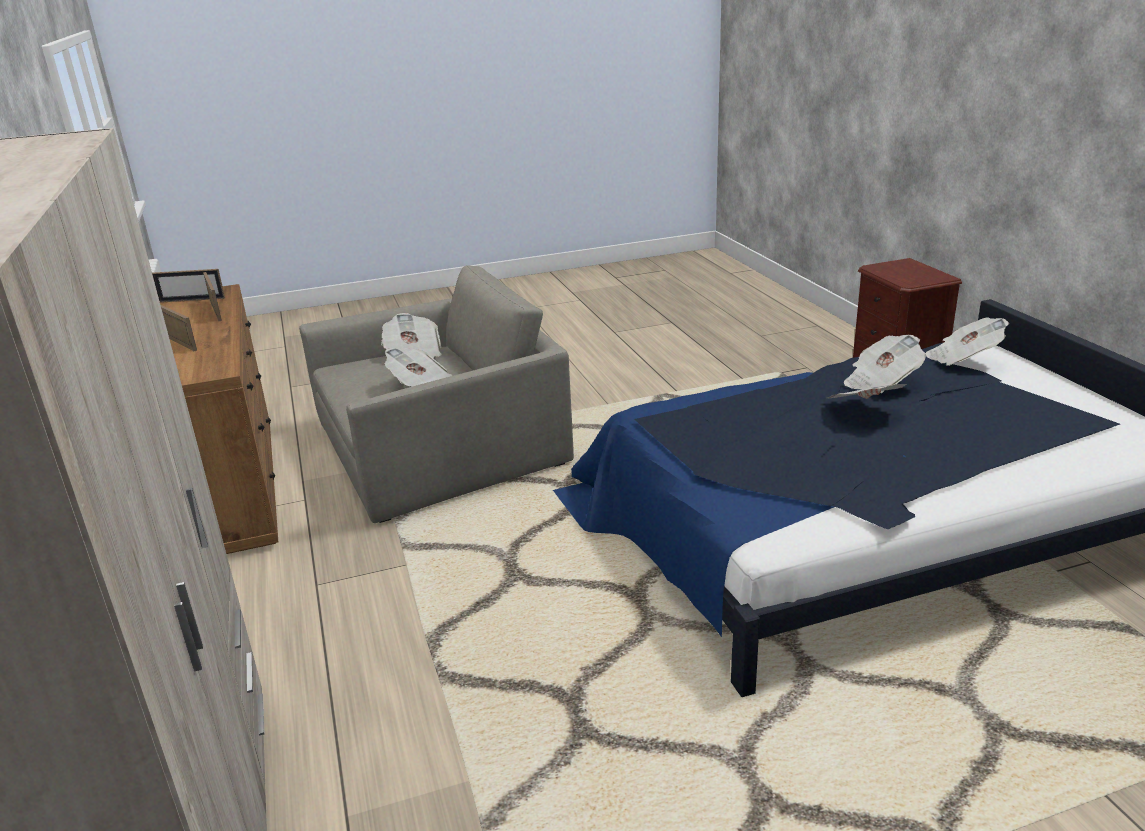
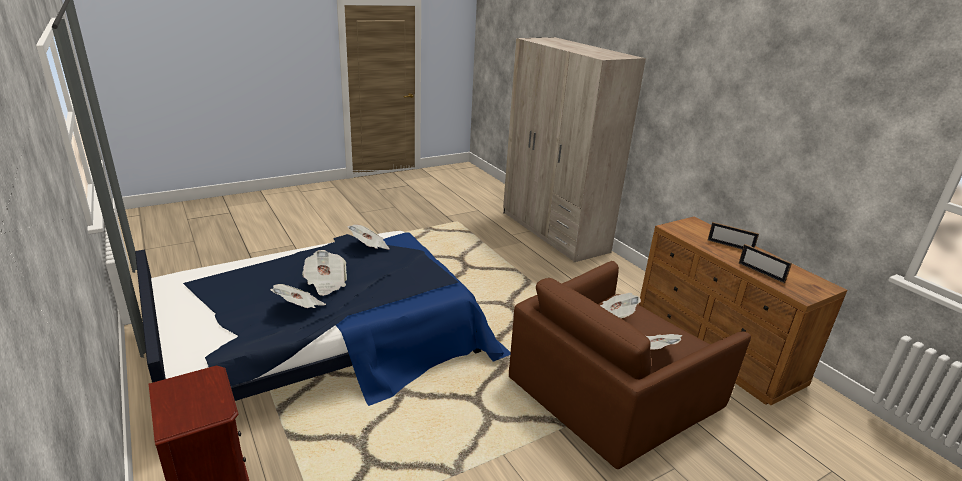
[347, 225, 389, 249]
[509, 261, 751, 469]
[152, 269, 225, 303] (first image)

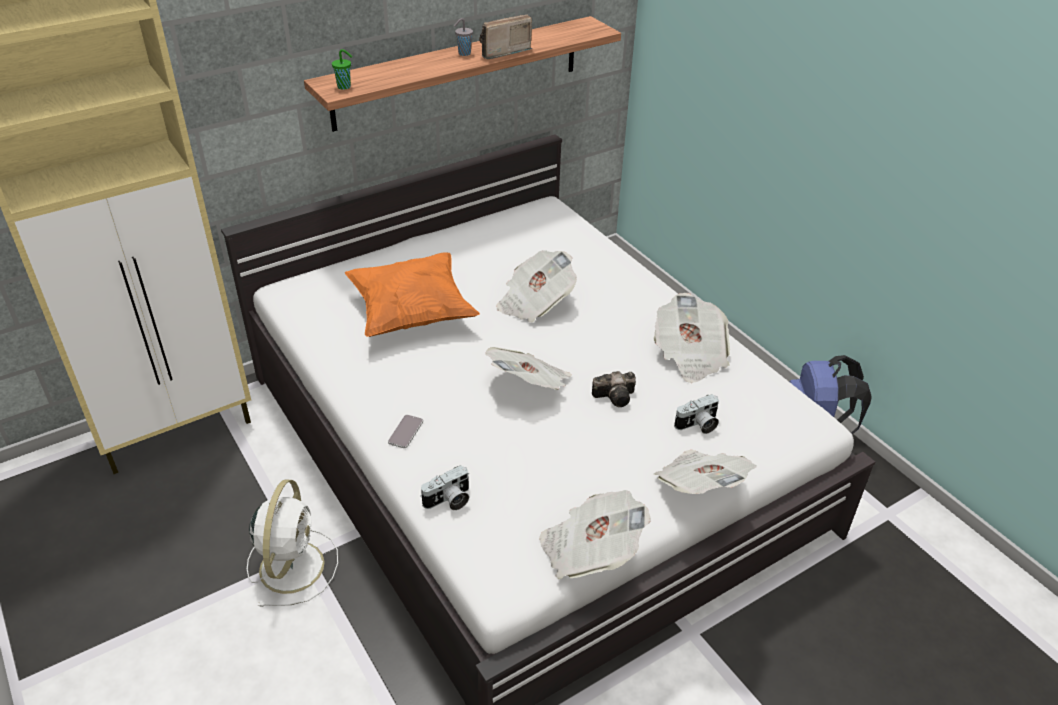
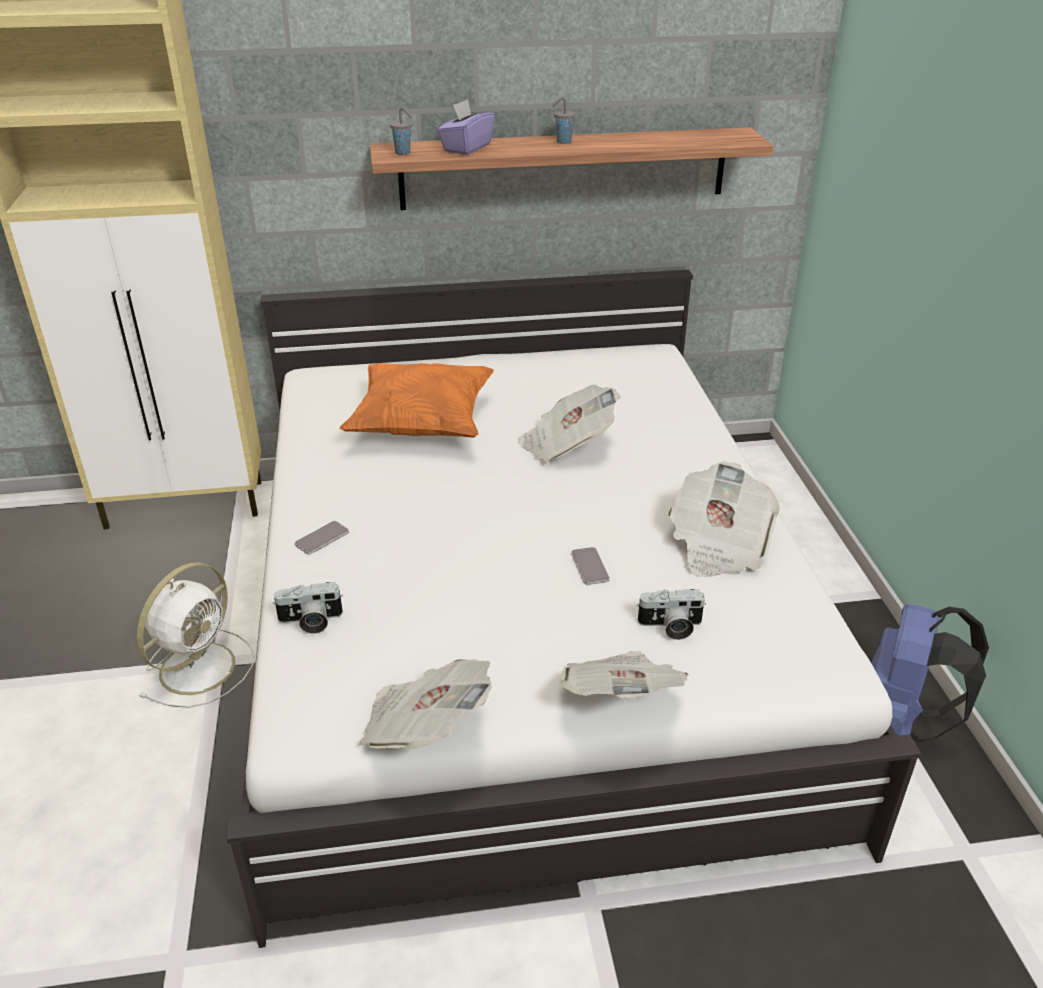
[390, 107, 412, 155]
[437, 99, 495, 155]
[572, 547, 610, 585]
[479, 14, 532, 59] (first image)
[485, 347, 572, 390] (first image)

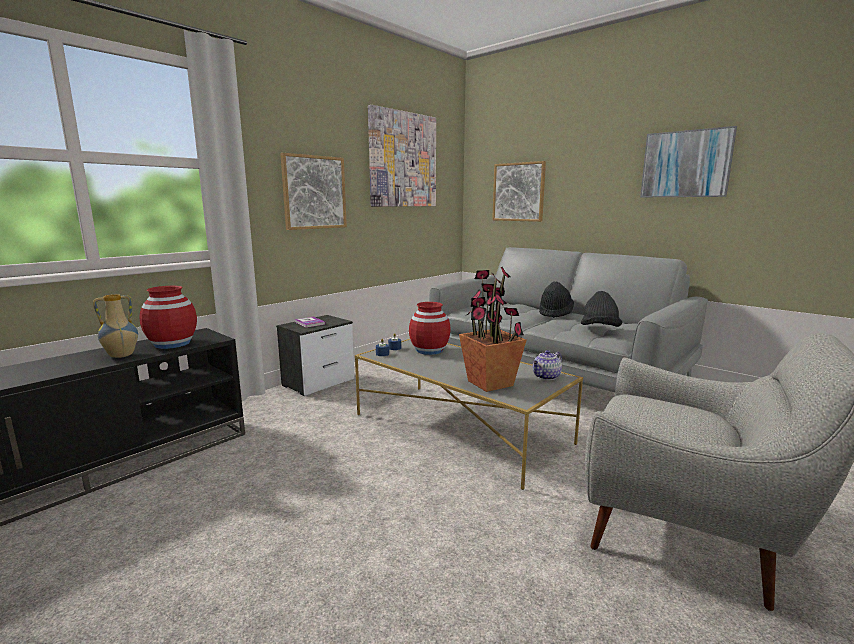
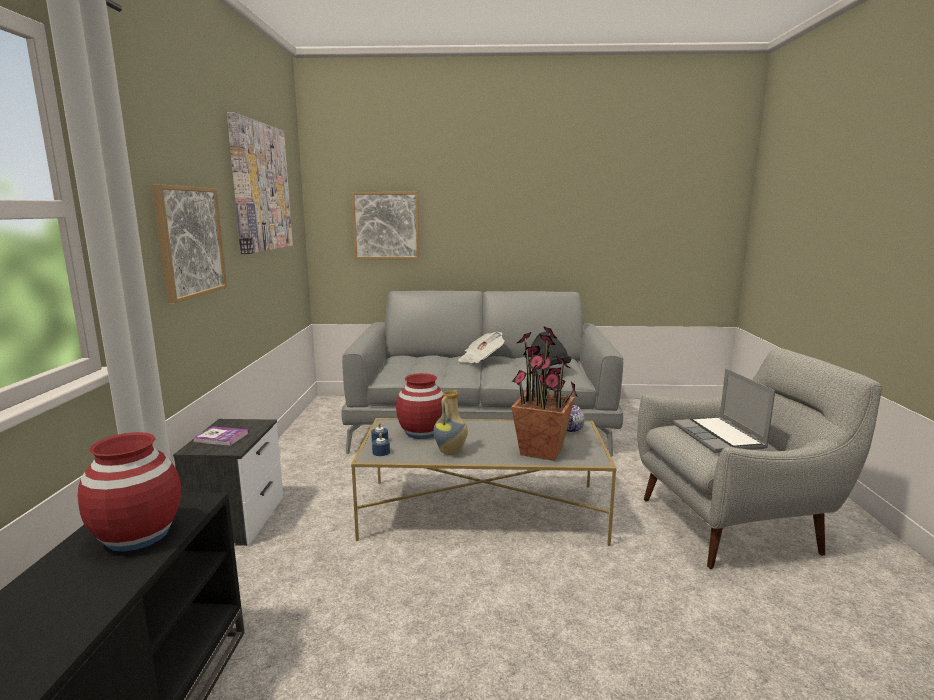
[433, 390, 468, 455]
[458, 332, 504, 363]
[673, 368, 775, 453]
[640, 126, 737, 197] (first image)

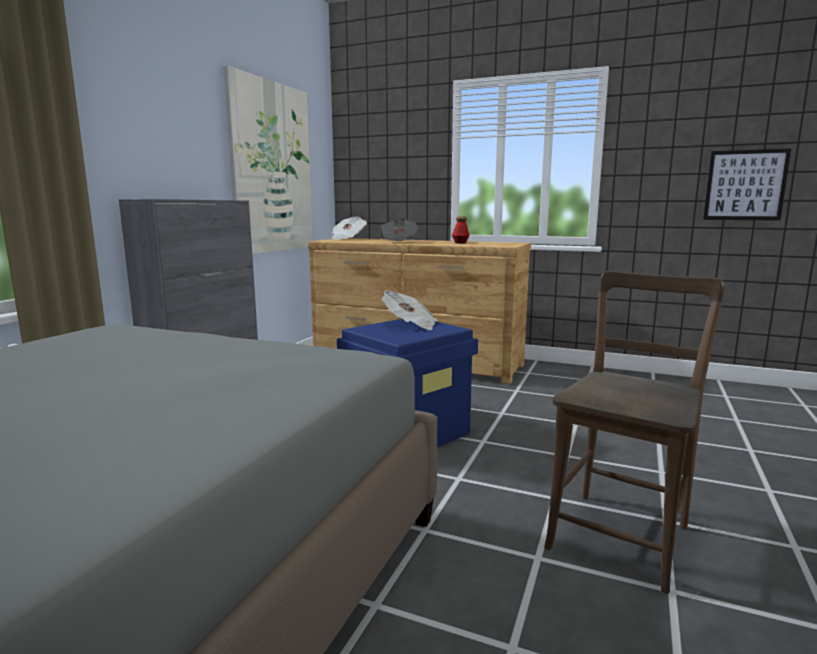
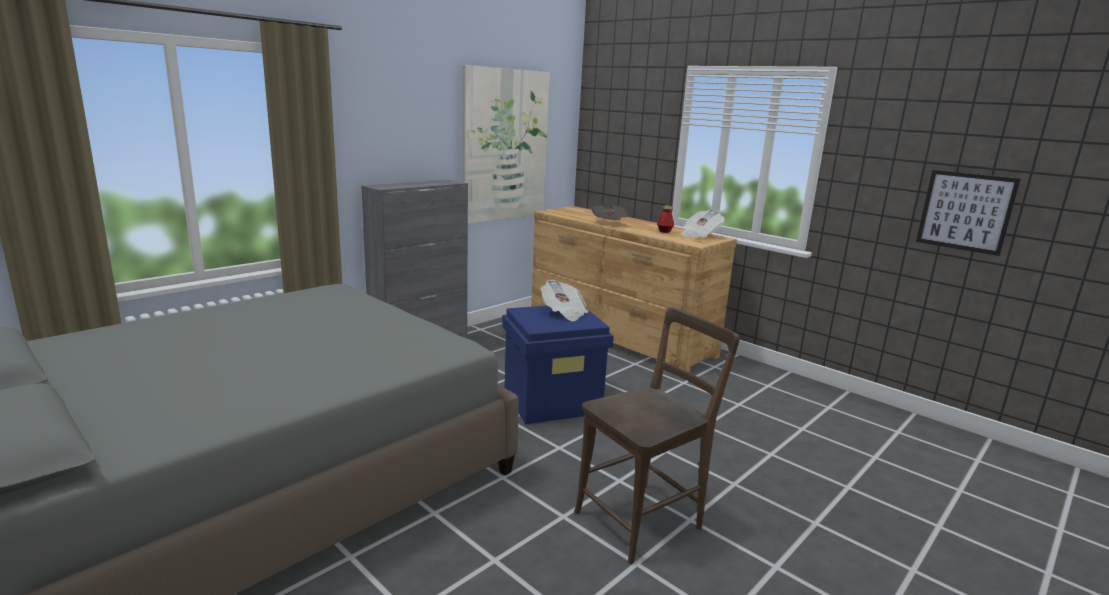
[682, 209, 725, 237]

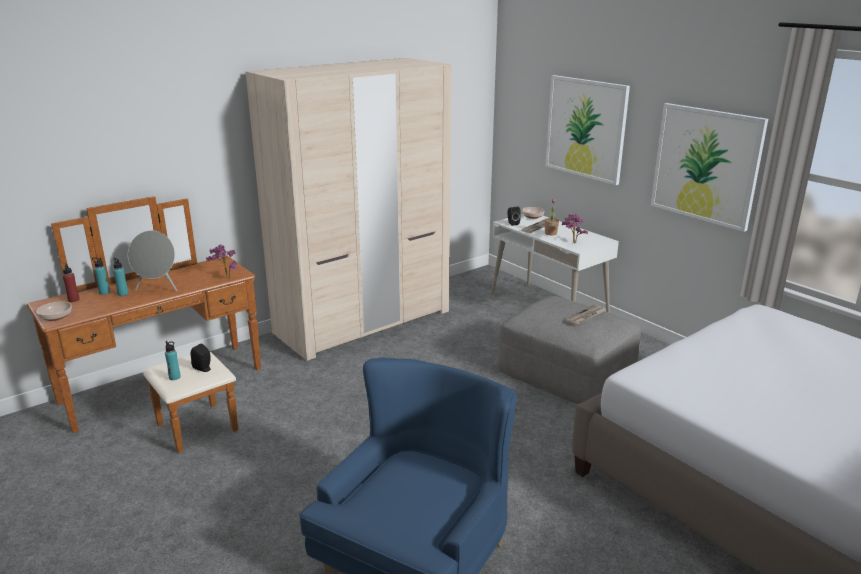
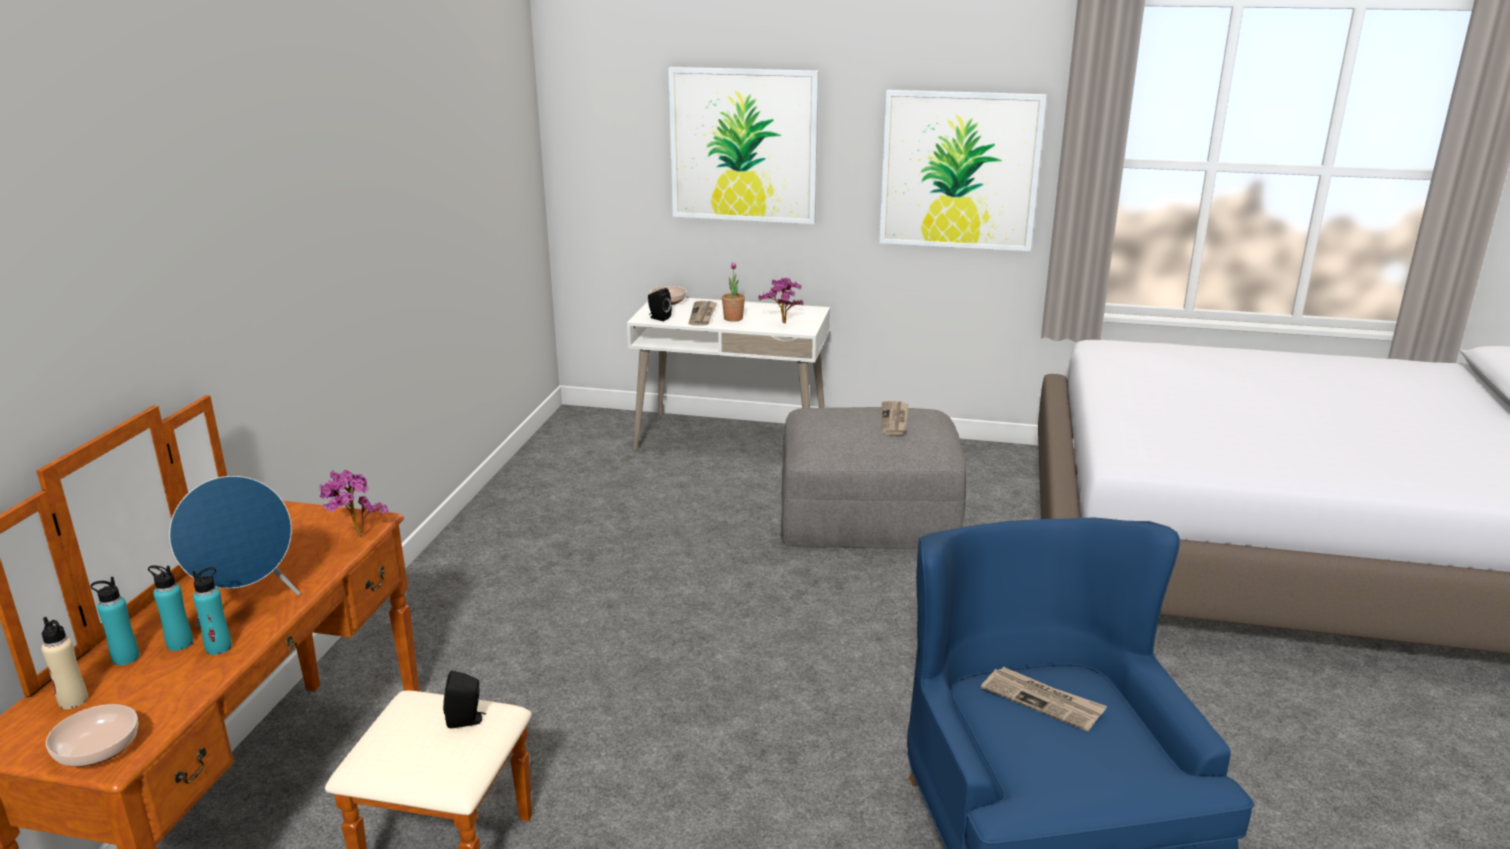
[41, 617, 88, 709]
[169, 476, 300, 627]
[192, 567, 232, 655]
[981, 667, 1107, 732]
[246, 58, 452, 361] (first image)

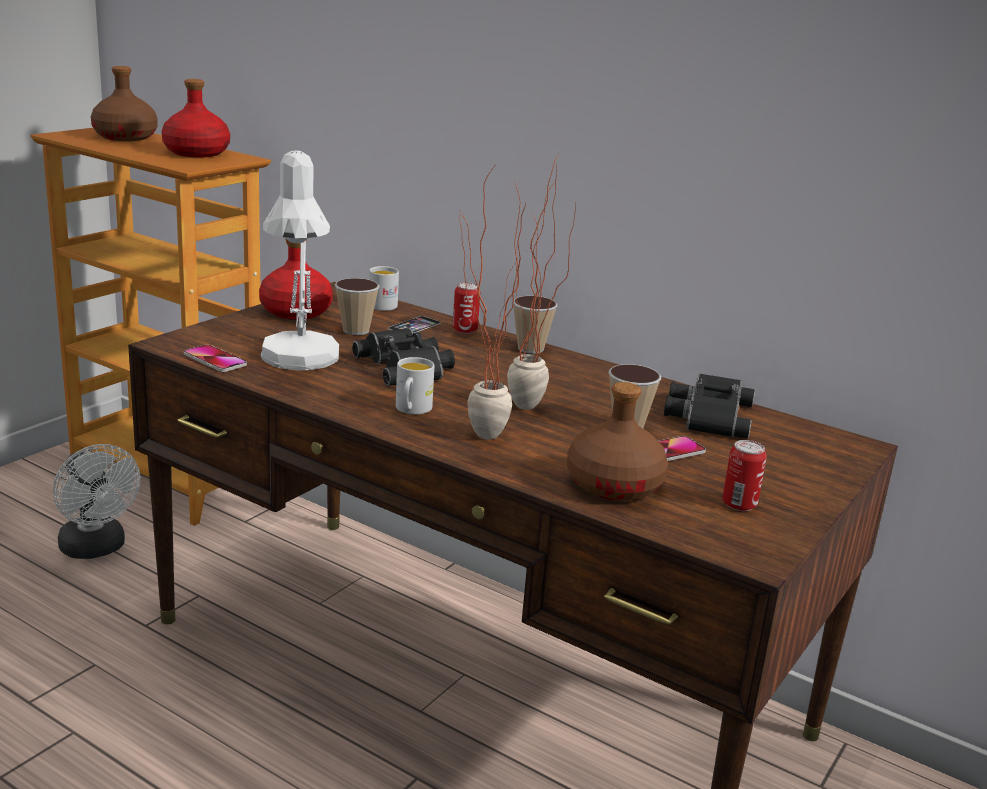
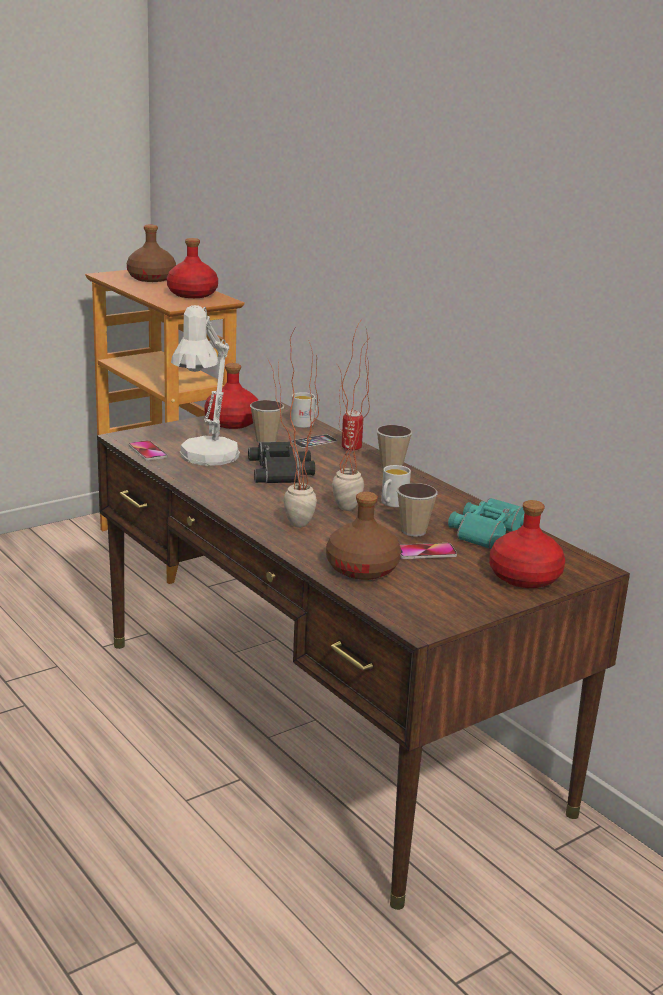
[381, 465, 411, 507]
[448, 498, 525, 549]
[489, 500, 565, 588]
[53, 444, 141, 559] (first image)
[722, 440, 767, 511] (first image)

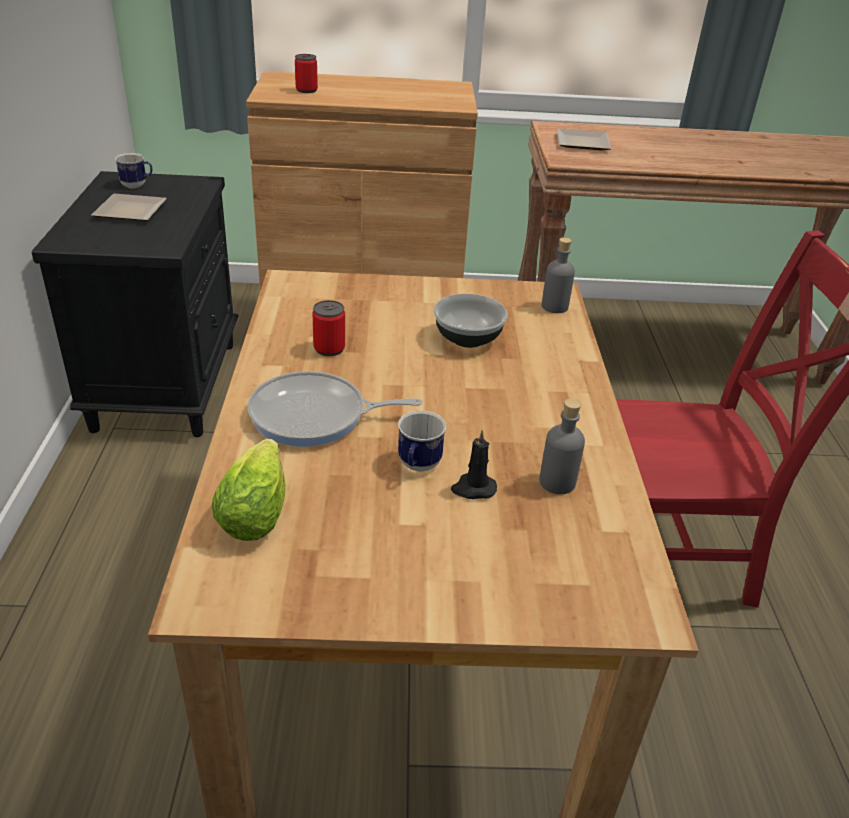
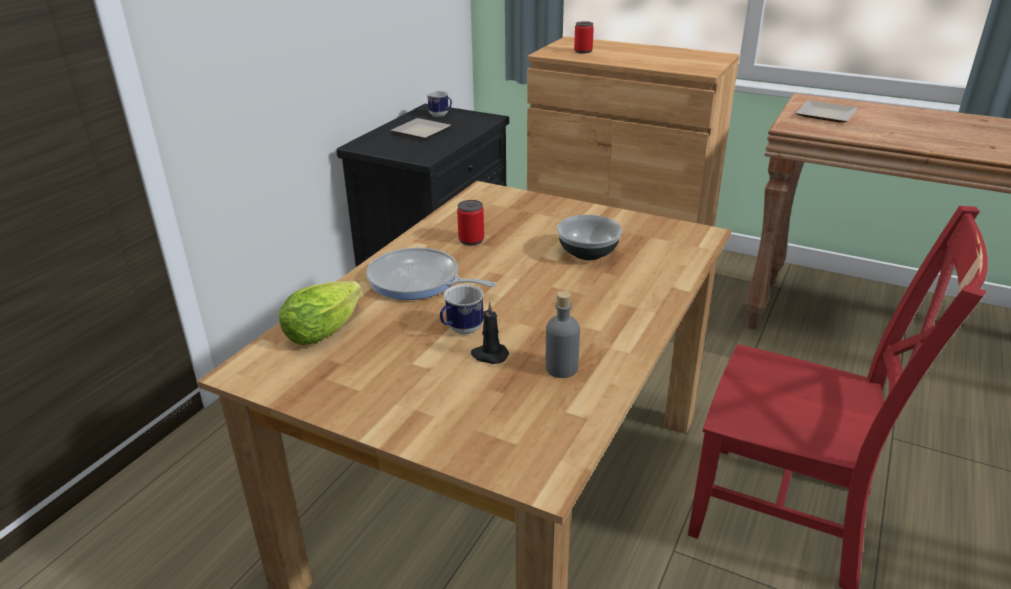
[542, 237, 575, 313] (first image)

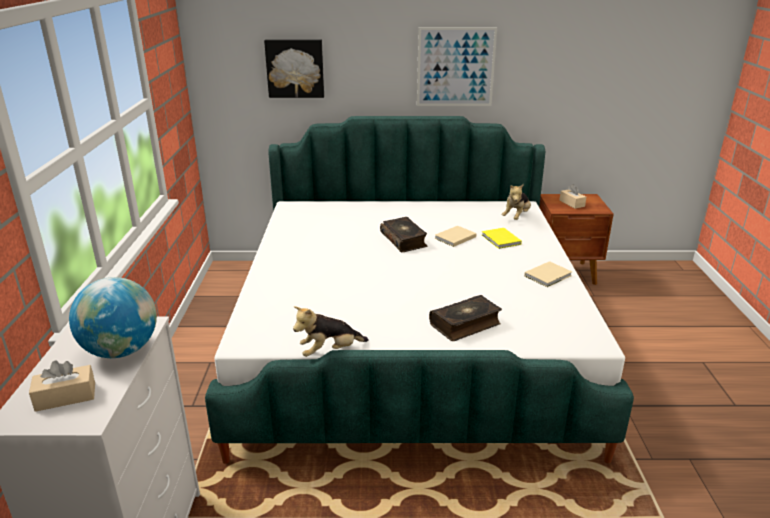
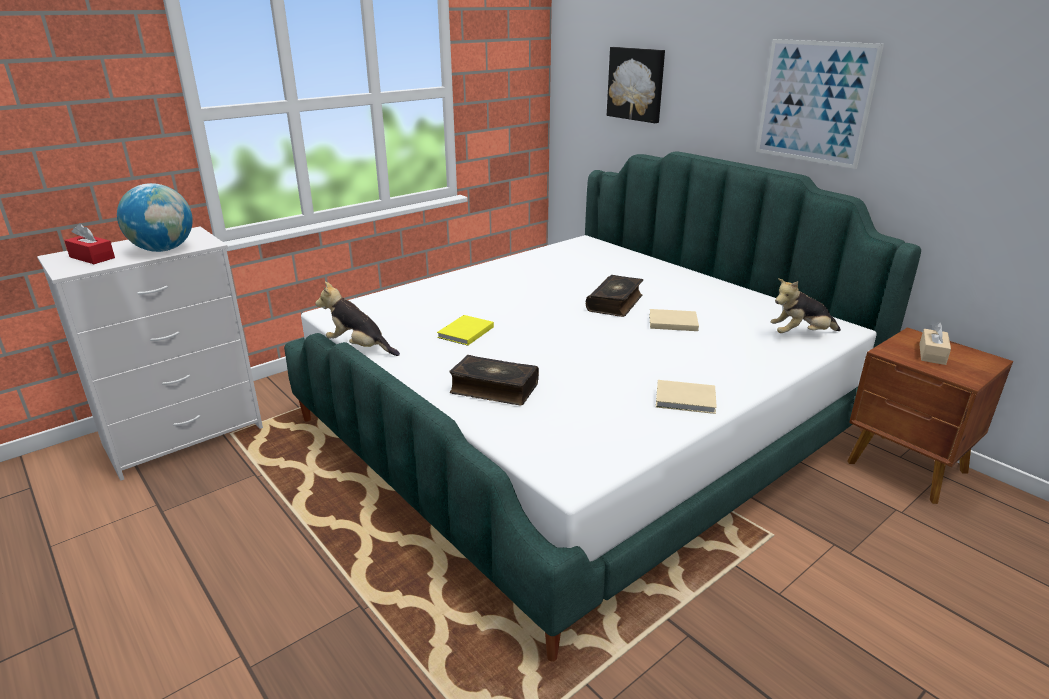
[64, 223, 115, 264]
[437, 315, 494, 346]

